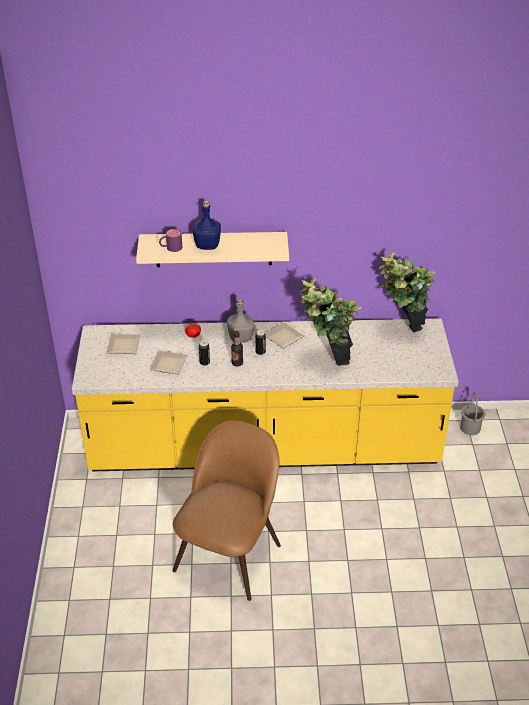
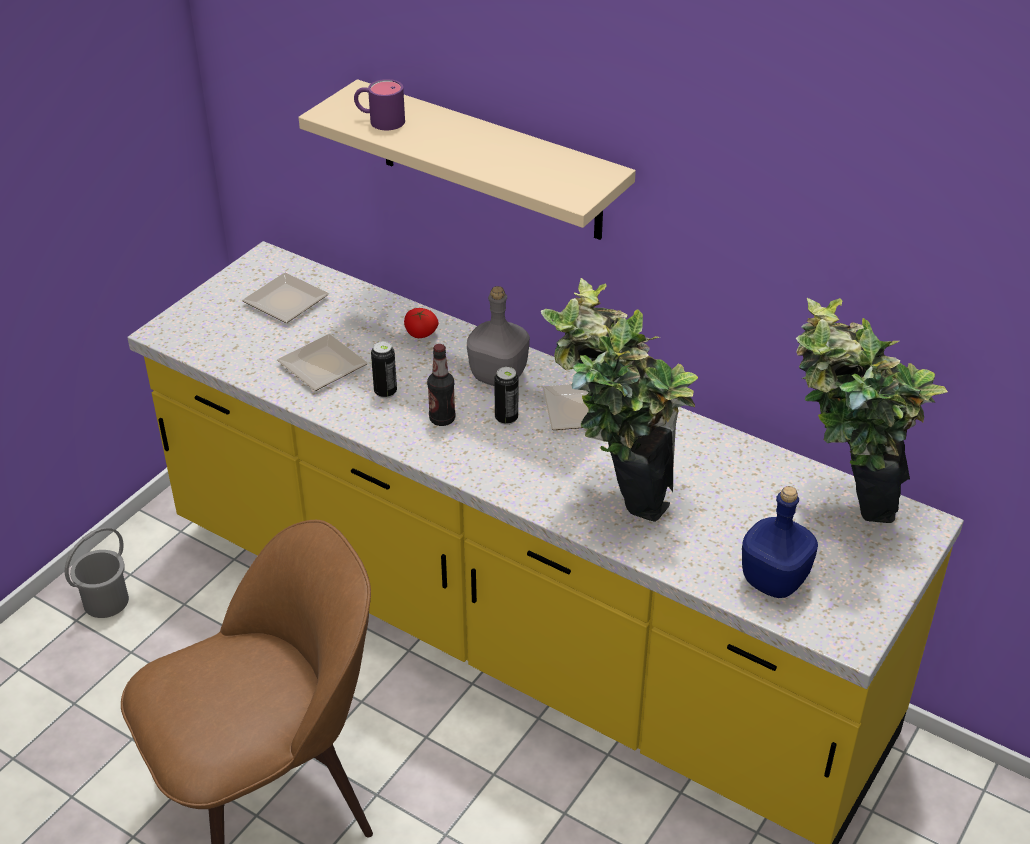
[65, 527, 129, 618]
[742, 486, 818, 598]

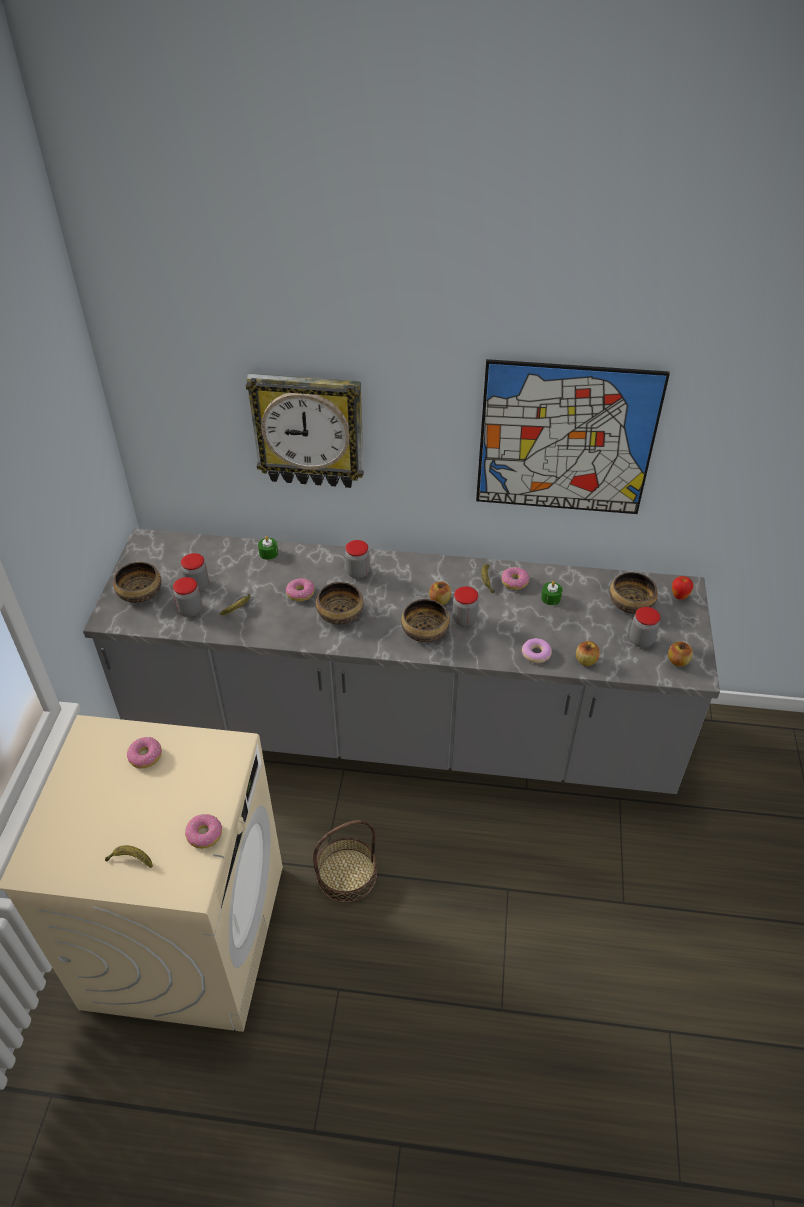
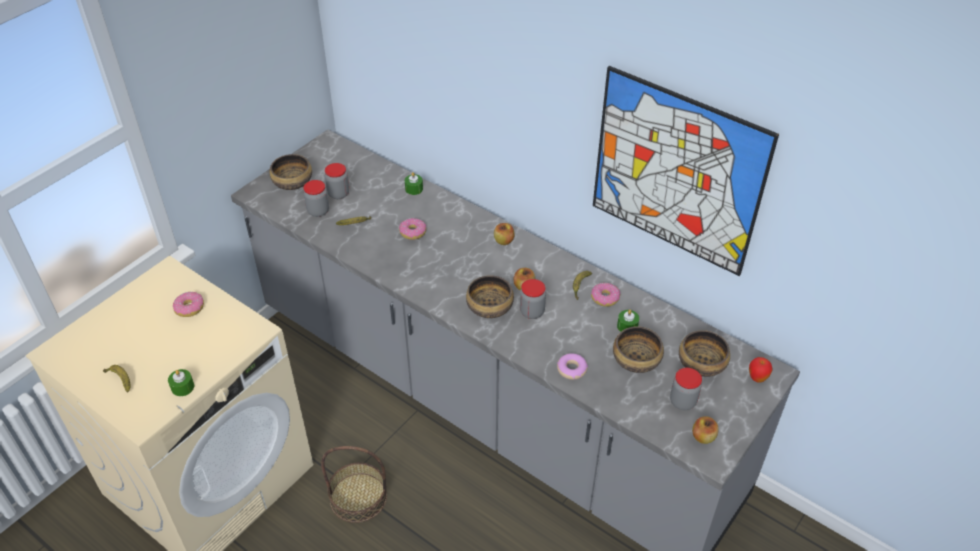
[168, 369, 194, 396]
[494, 223, 515, 245]
[613, 326, 664, 373]
[246, 374, 364, 488] (first image)
[345, 540, 370, 579] (first image)

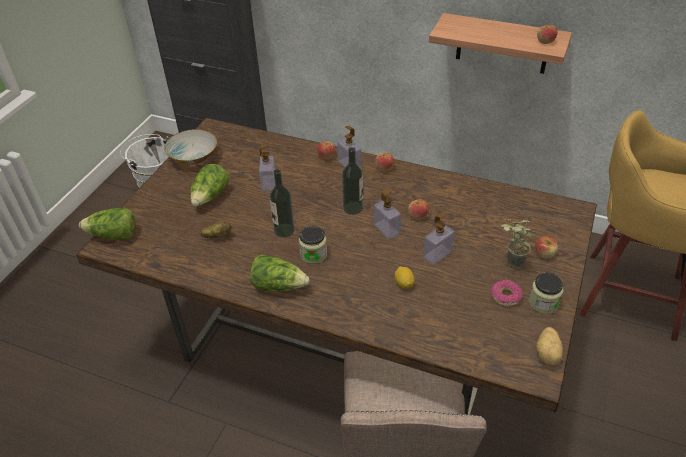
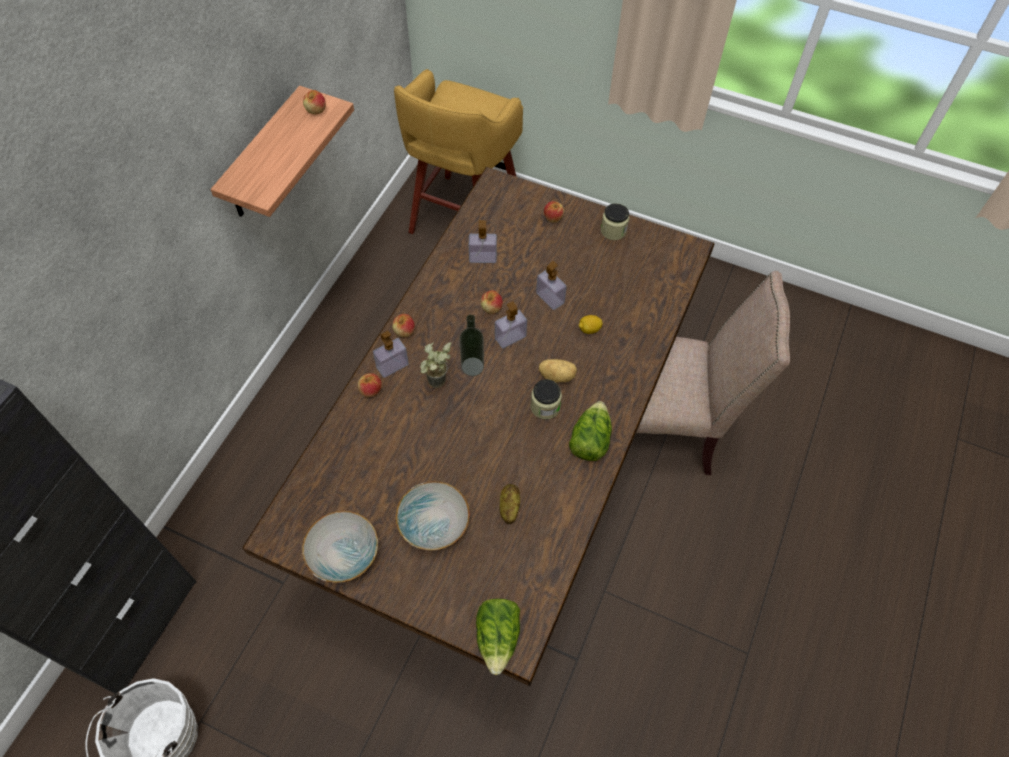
[396, 481, 470, 550]
[421, 342, 452, 388]
[469, 220, 497, 263]
[539, 359, 577, 382]
[269, 169, 295, 237] (first image)
[491, 280, 523, 306] (first image)

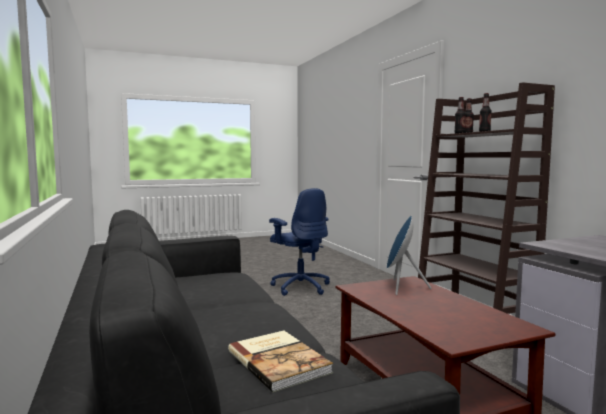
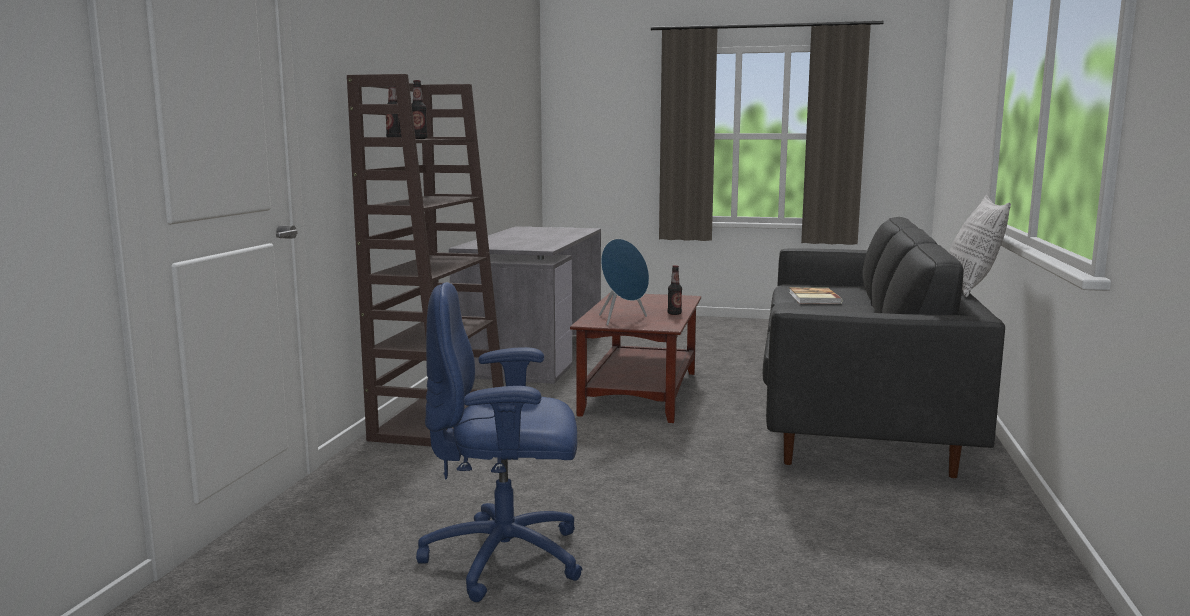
[416, 282, 582, 602]
[668, 265, 682, 315]
[949, 195, 1011, 297]

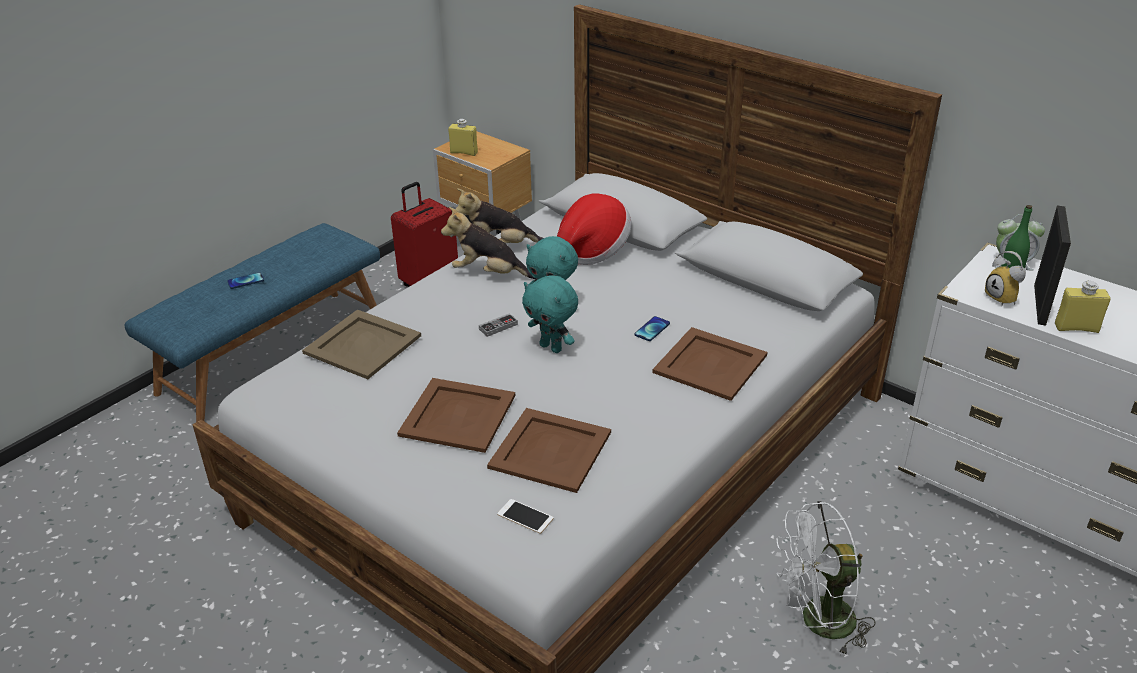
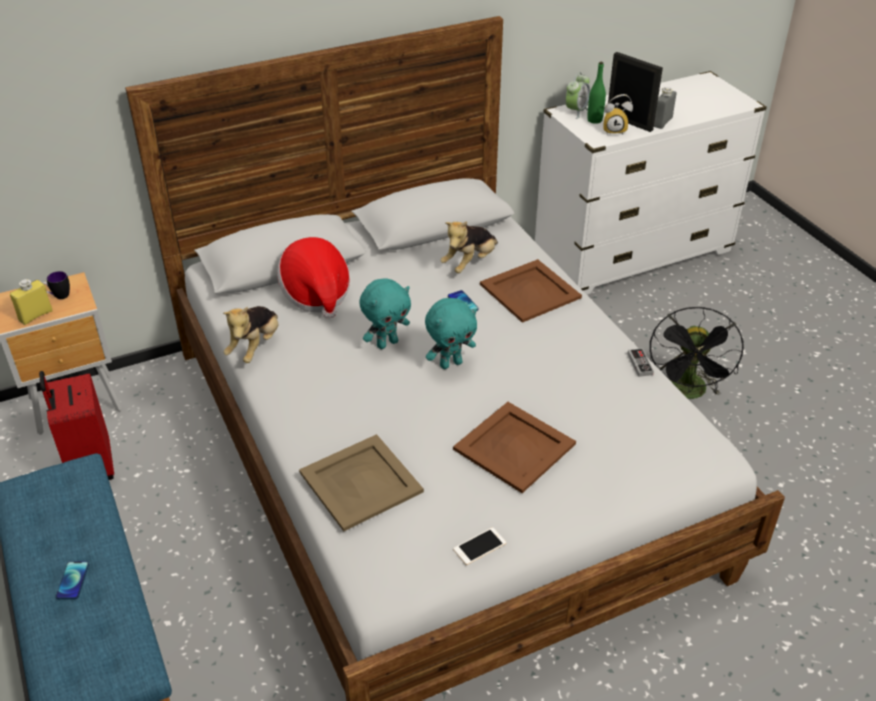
[42, 271, 70, 299]
[440, 221, 498, 273]
[453, 527, 506, 565]
[627, 348, 654, 377]
[650, 307, 744, 399]
[654, 87, 676, 129]
[487, 408, 611, 493] (first image)

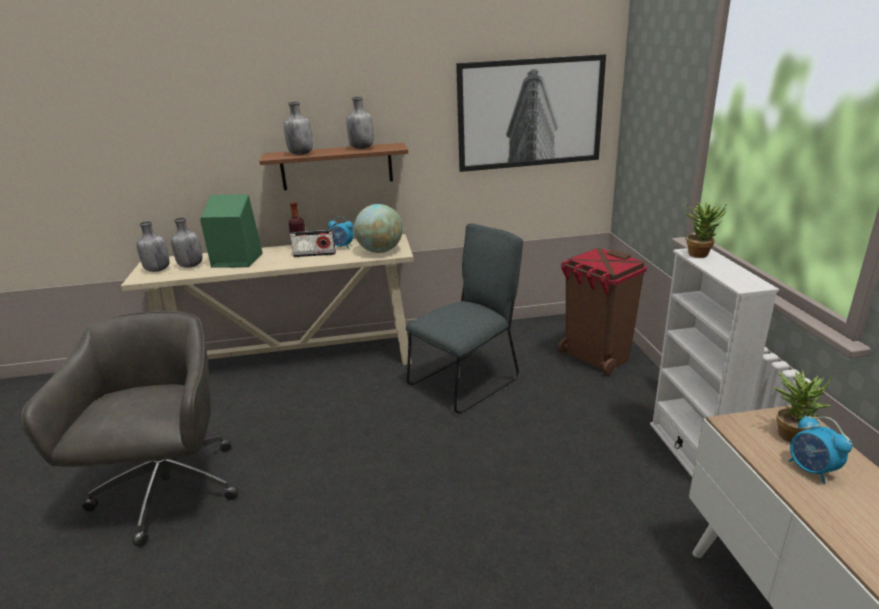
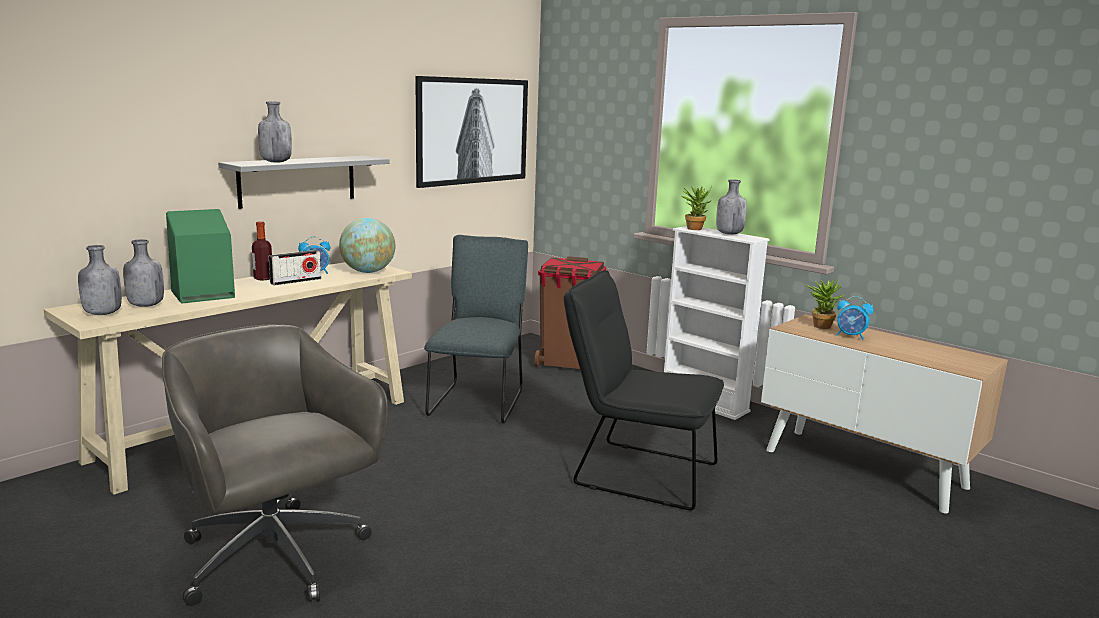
[218, 156, 389, 209]
[564, 270, 724, 510]
[716, 179, 747, 235]

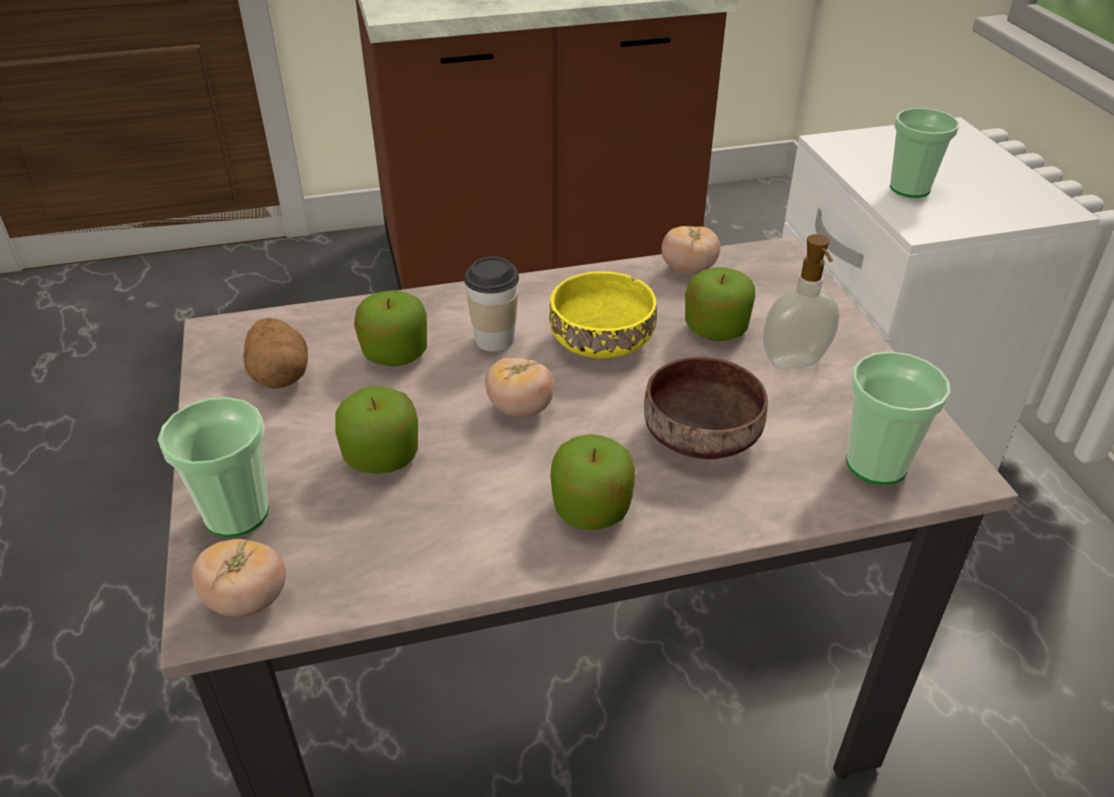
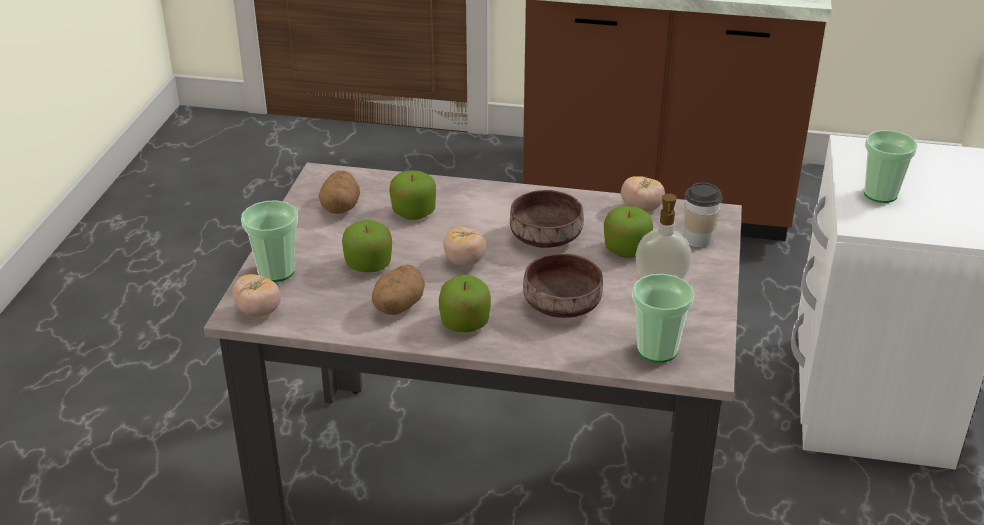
[372, 264, 425, 315]
[510, 190, 584, 248]
[684, 182, 722, 247]

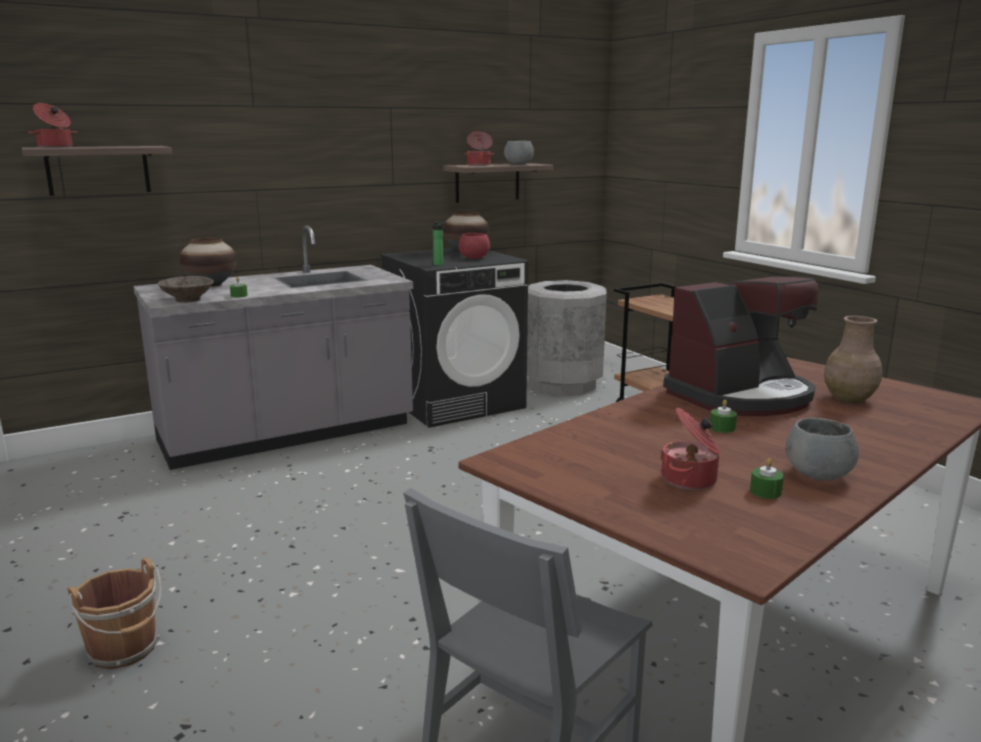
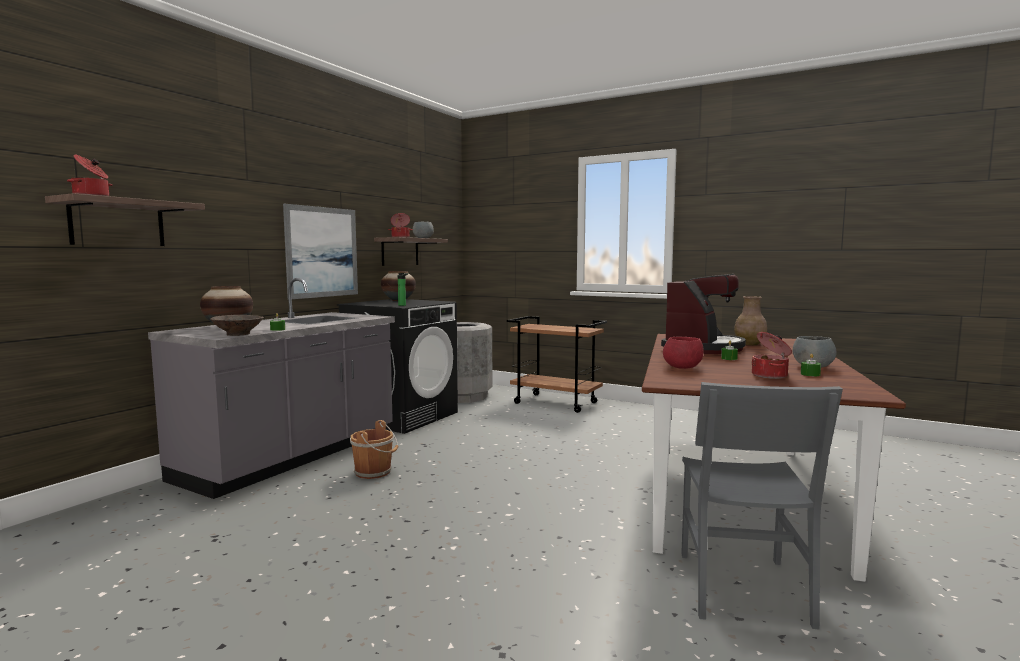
[283, 204, 358, 299]
[350, 420, 399, 479]
[663, 337, 704, 369]

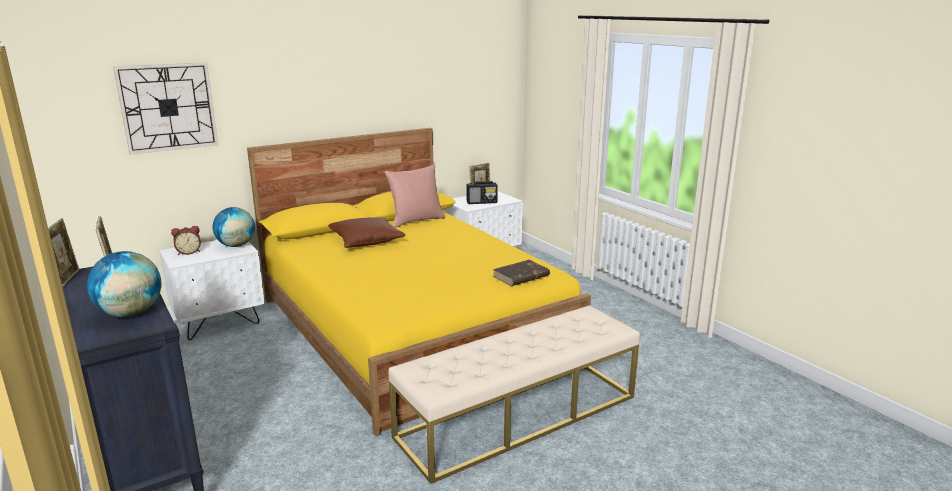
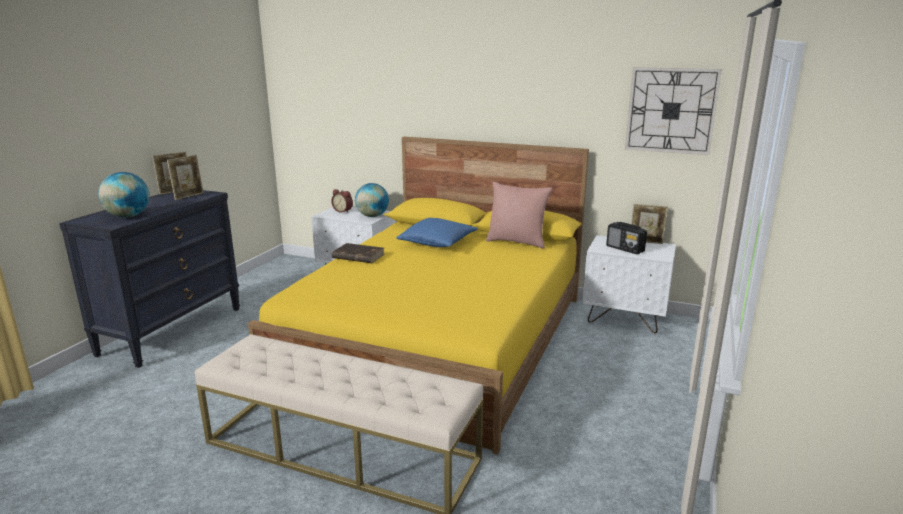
[331, 243, 385, 263]
[396, 218, 478, 248]
[625, 67, 722, 155]

